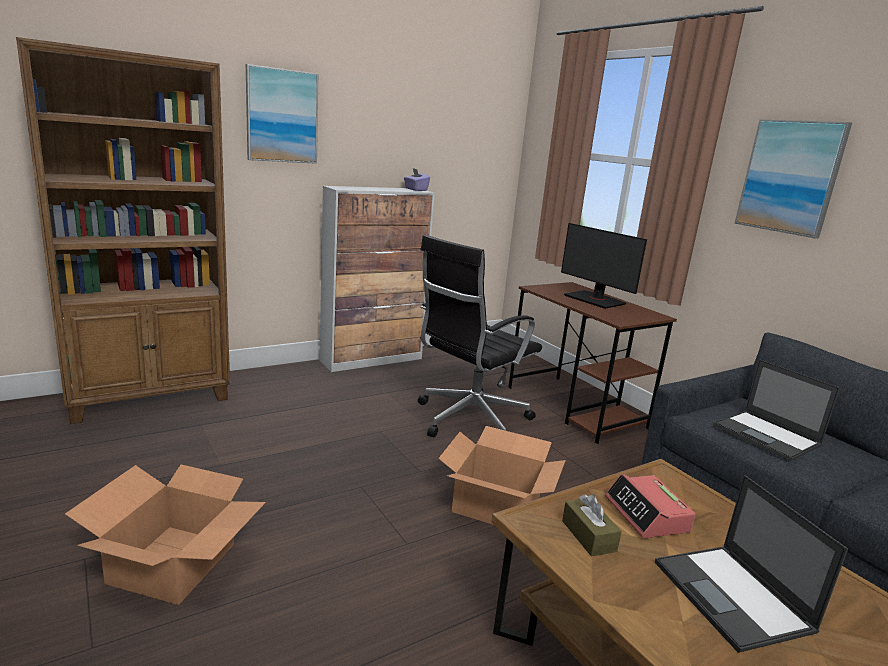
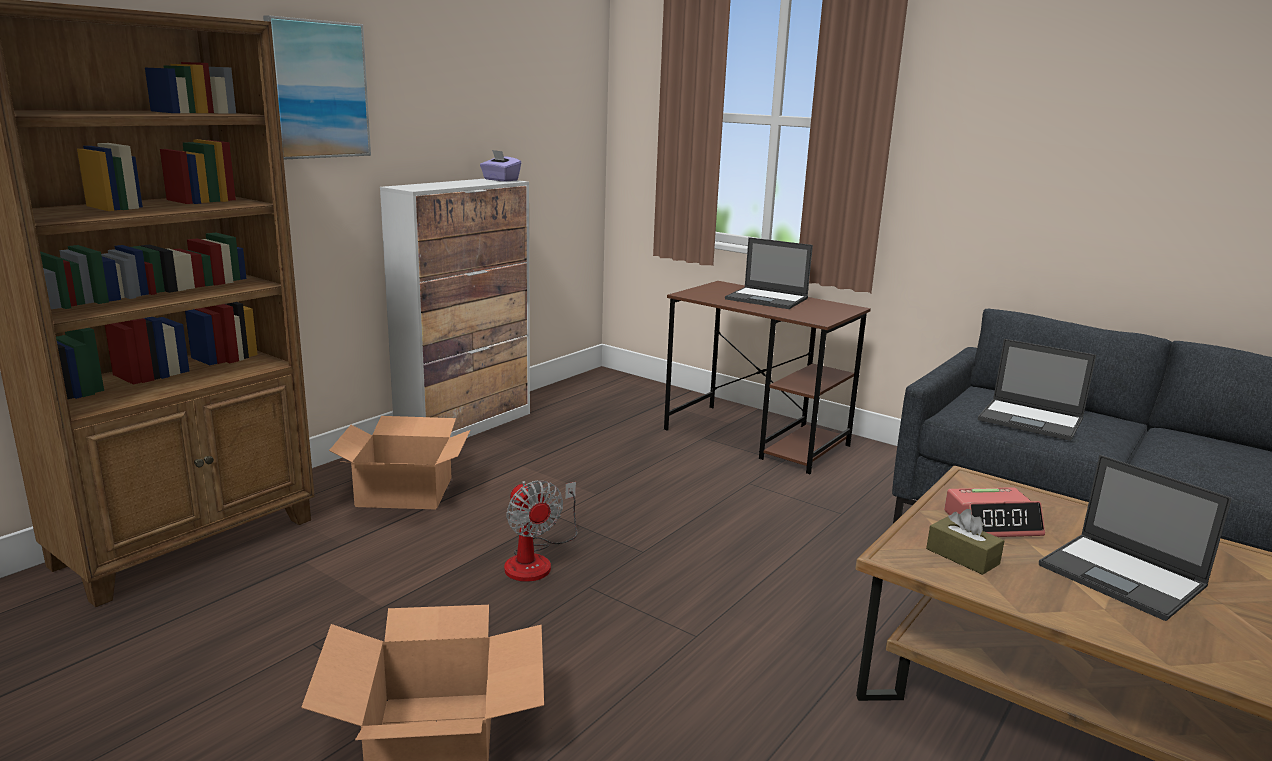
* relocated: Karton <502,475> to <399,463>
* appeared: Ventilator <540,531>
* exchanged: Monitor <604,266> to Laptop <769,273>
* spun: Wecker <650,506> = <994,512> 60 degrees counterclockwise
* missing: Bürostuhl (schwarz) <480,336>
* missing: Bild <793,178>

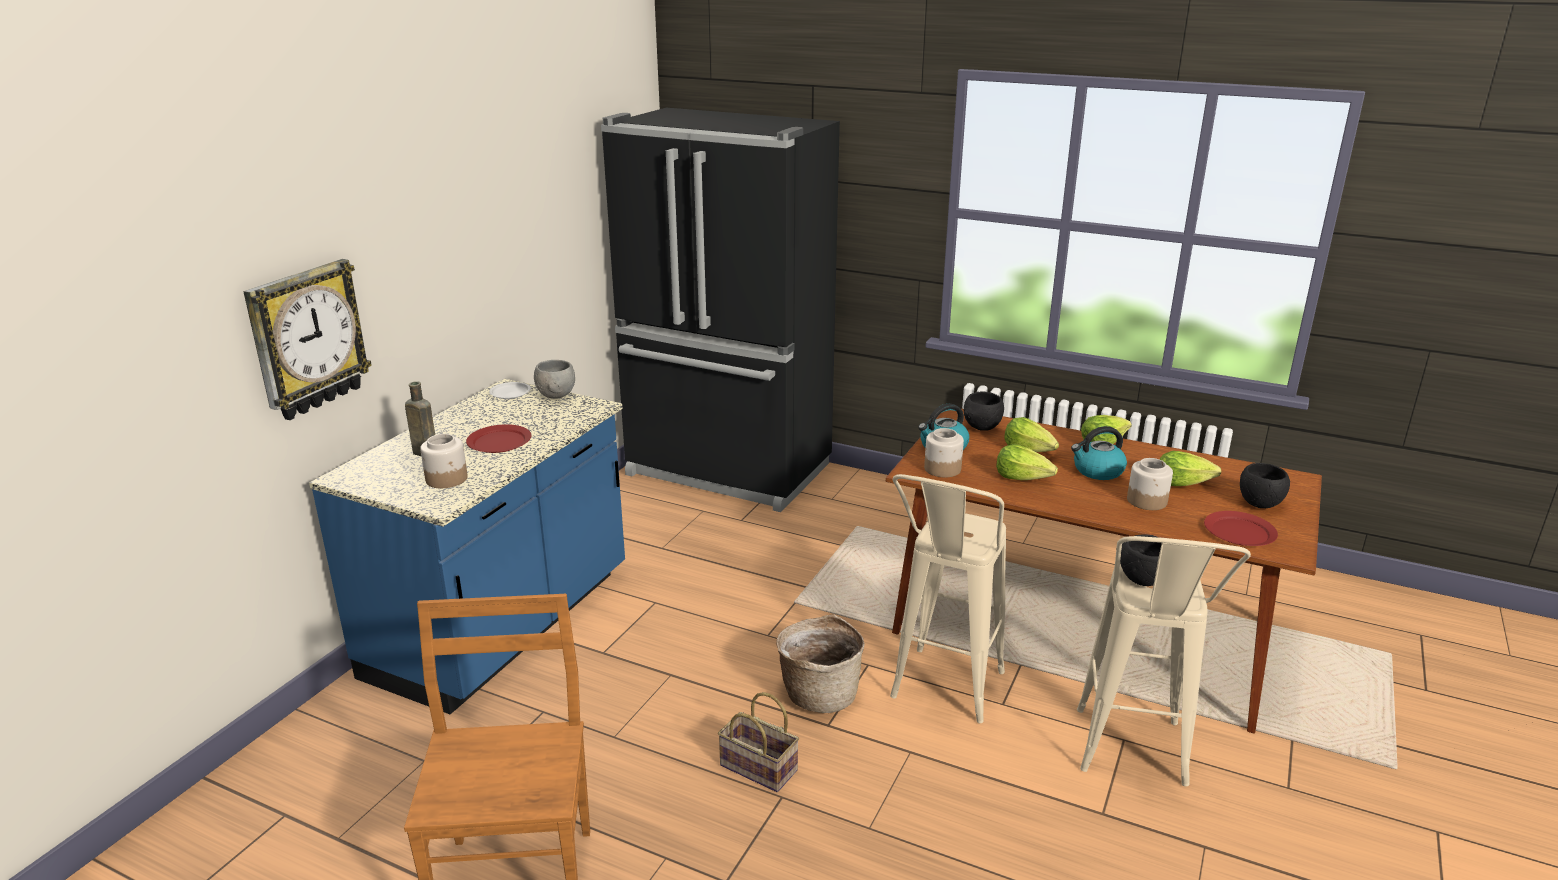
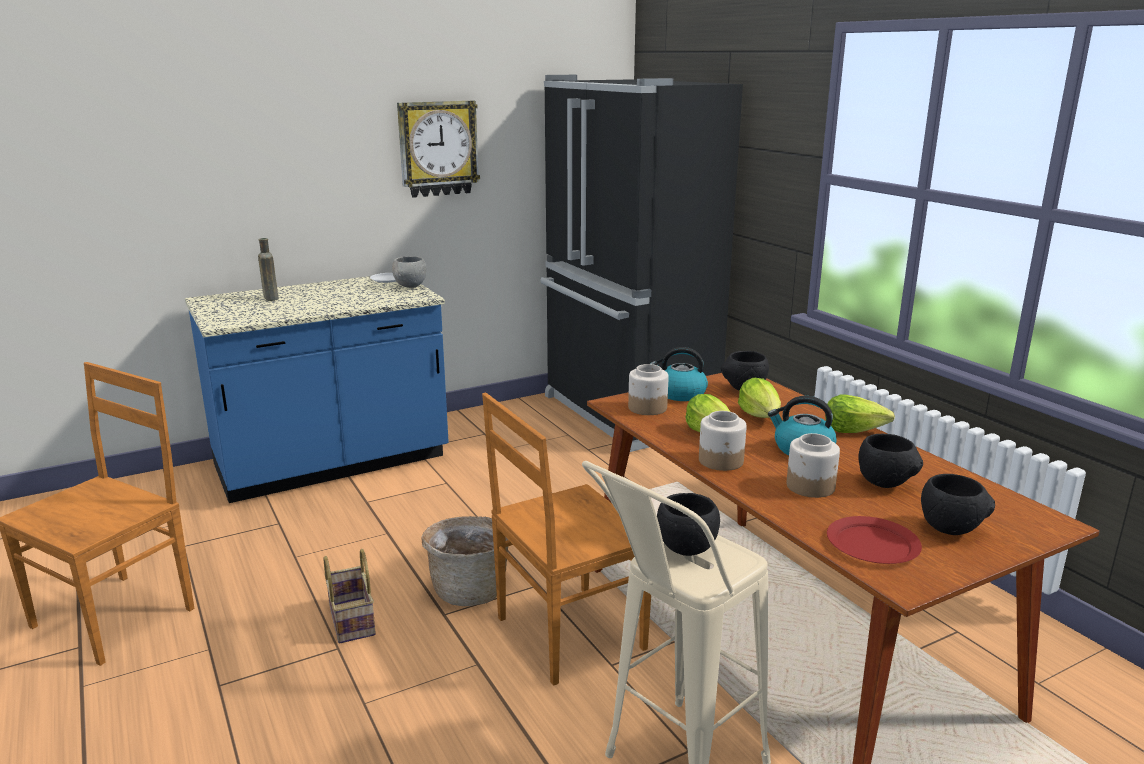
* relocated: Wanduhr <307,339> to <438,149>
* exchanged: Hocker (beige) <948,598> to Stuhl (braun) <566,539>
* relocated: Vorratsglas <444,461> to <723,441>
* exchanged: Salatkopf <1190,468> to Schüssel (schwarz) <890,461>
* missing: Teller (rot) <498,438>

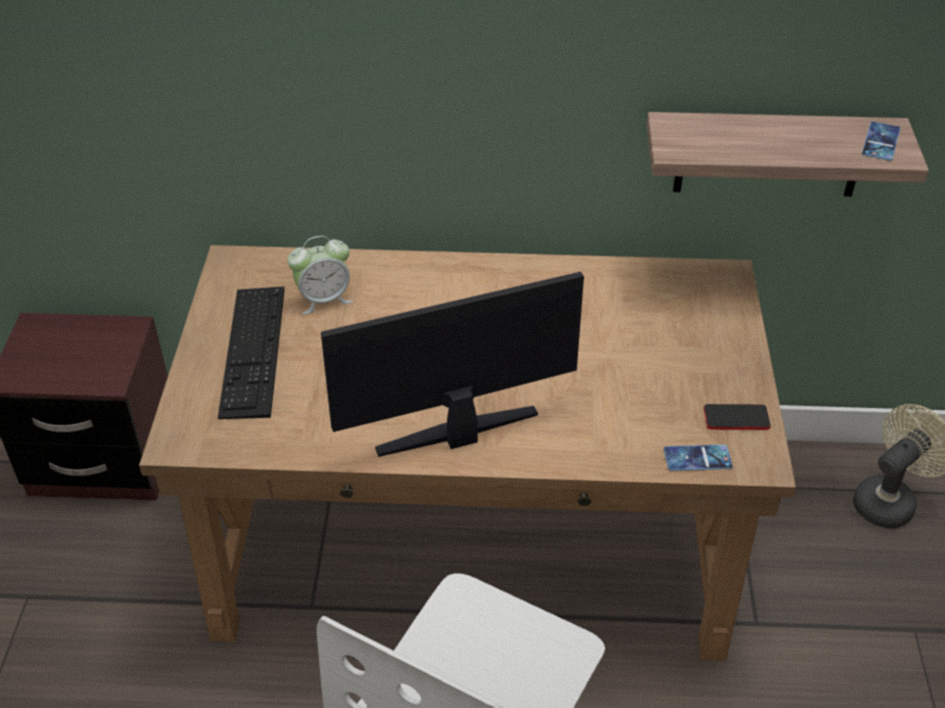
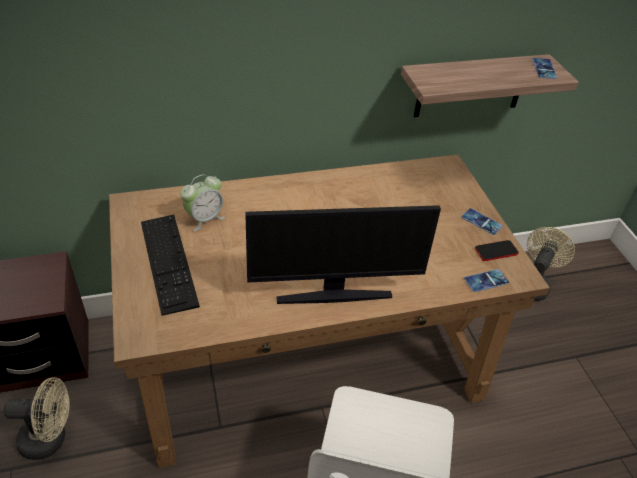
* appeared: Ventilator (beige) <37,418>
* spun: Monitor <452,364> = <343,254> 150 degrees counterclockwise
* appeared: Handy <482,221>

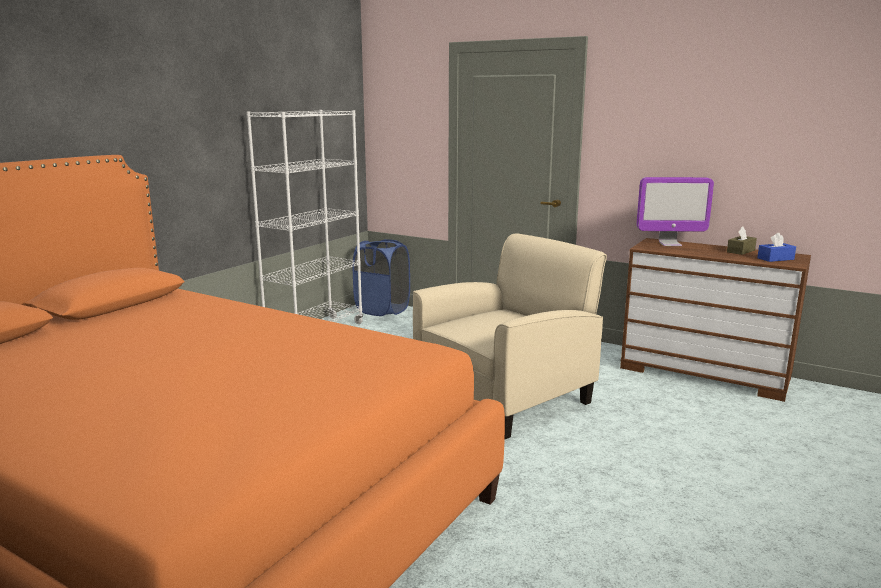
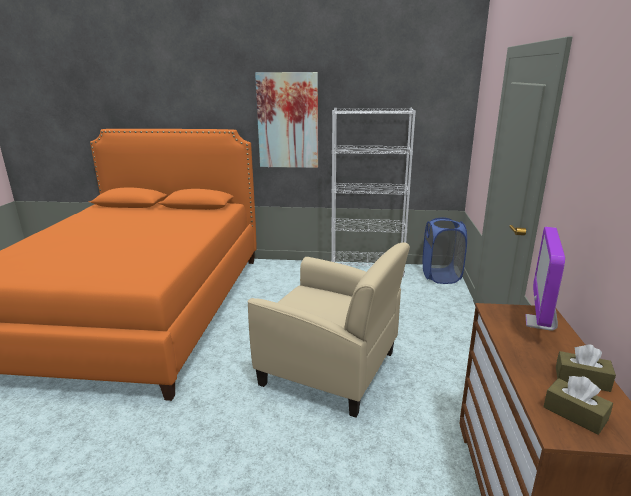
* appeared: Bild <286,120>
* spun: Monitor <675,211> = <545,279> 45 degrees clockwise
* colour: Taschentuchbox (blau) <776,247> to Taschentuchbox (braun) <578,405>

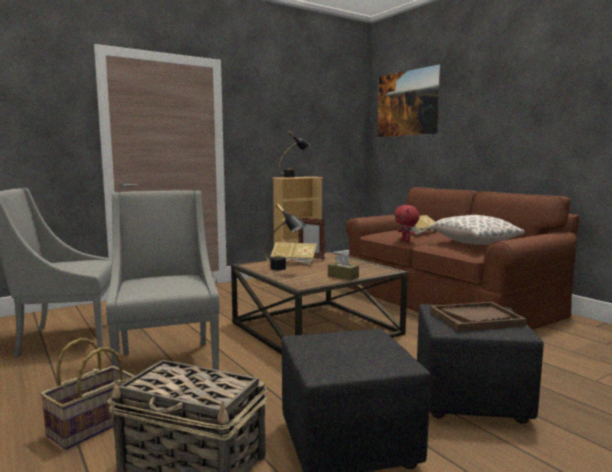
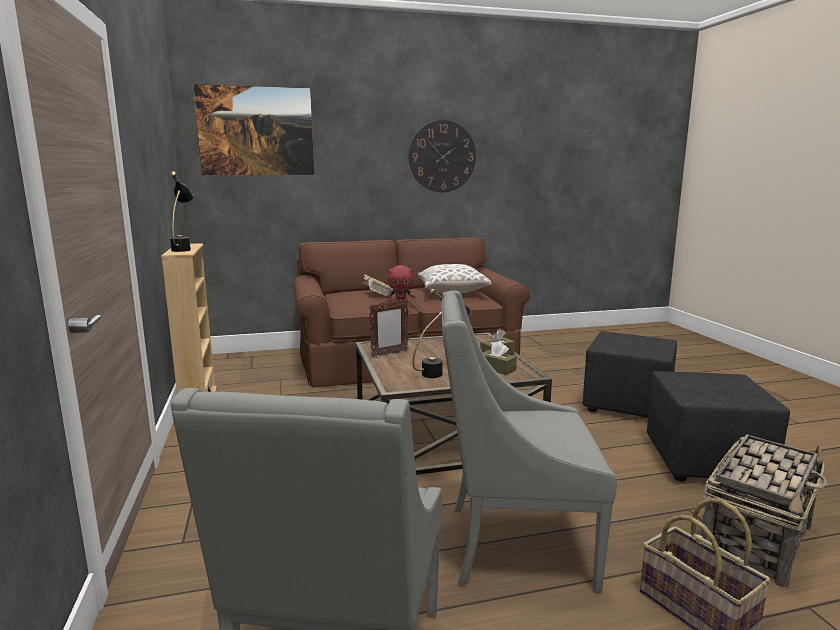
* appeared: Wanduhr <442,156>
* appeared: Taschentuchbox (braun) <500,358>
* missing: Buch <293,253>
* missing: Tablett (braun) <478,317>

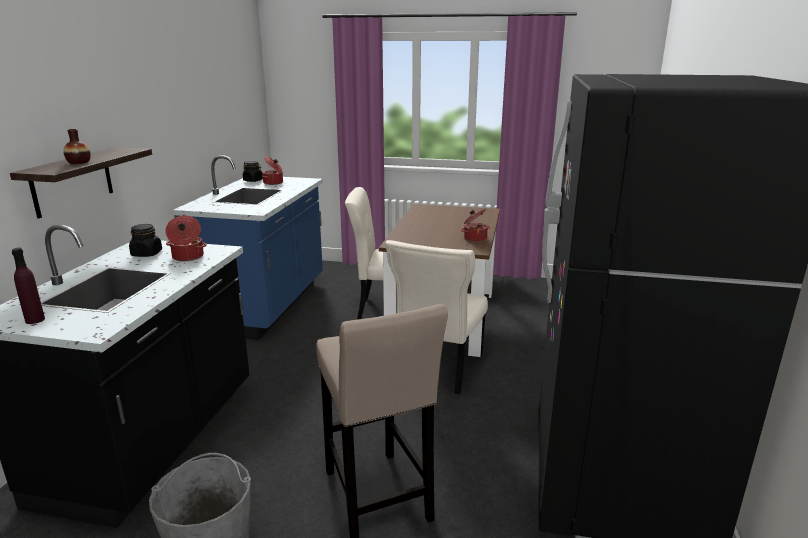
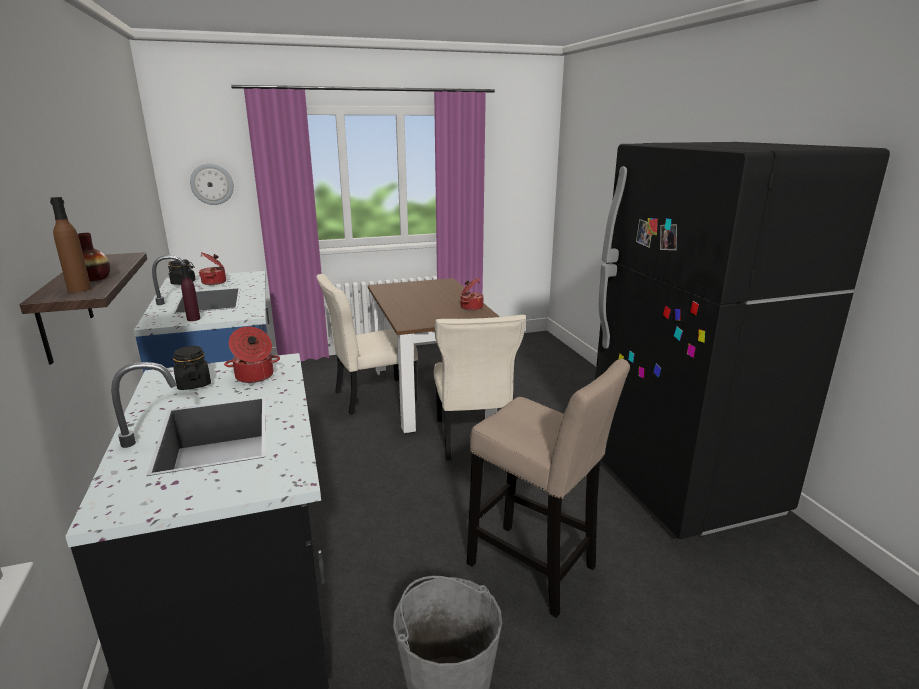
* appeared: Flasche (braun) <70,245>
* relocated: Flasche (lila) <28,286> to <191,292>
* appeared: Wanduhr <212,184>

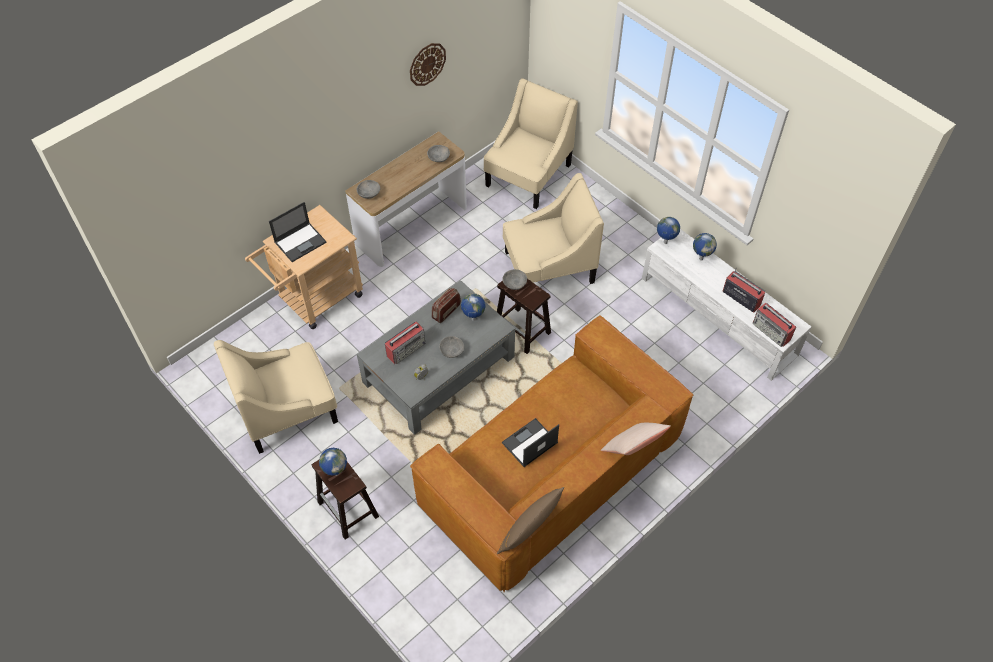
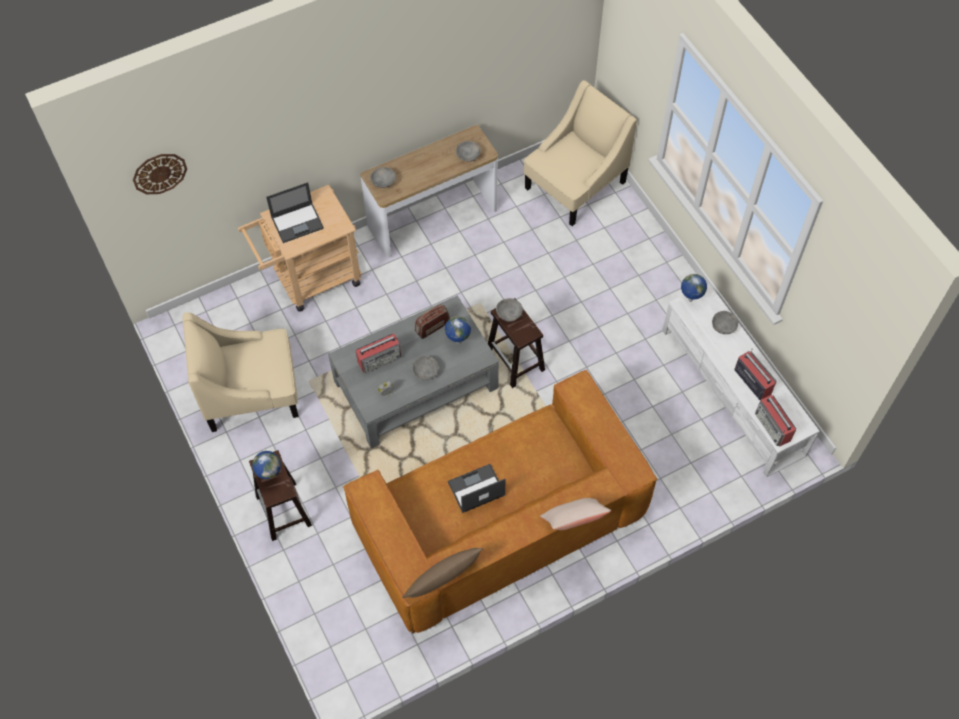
* relocated: Wanduhr <428,64> to <160,174>
* exchanged: Globus <705,246> to Schüssel (grau) <725,322>
* missing: Sessel (beige) <553,228>

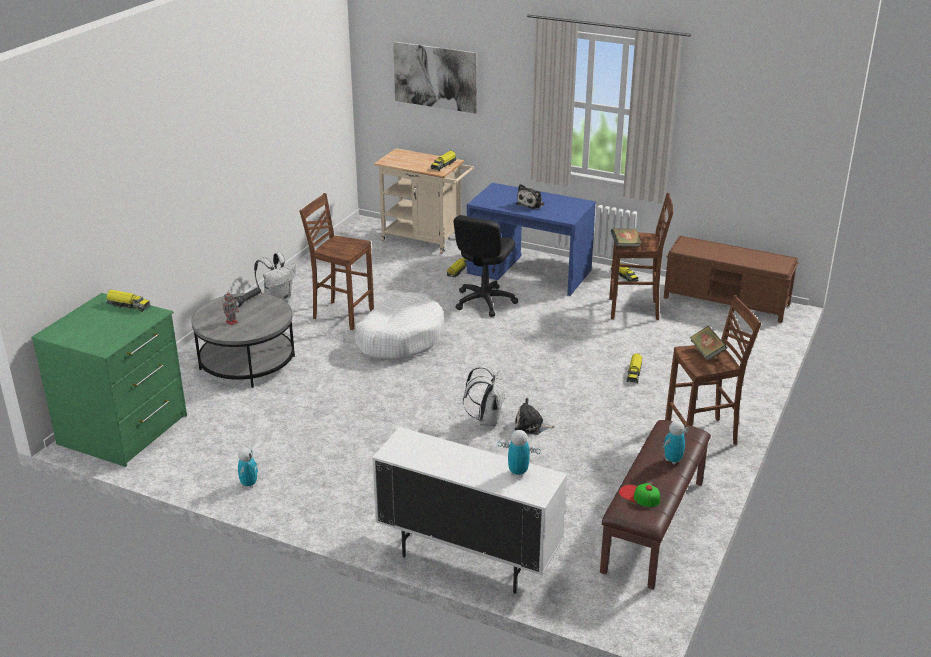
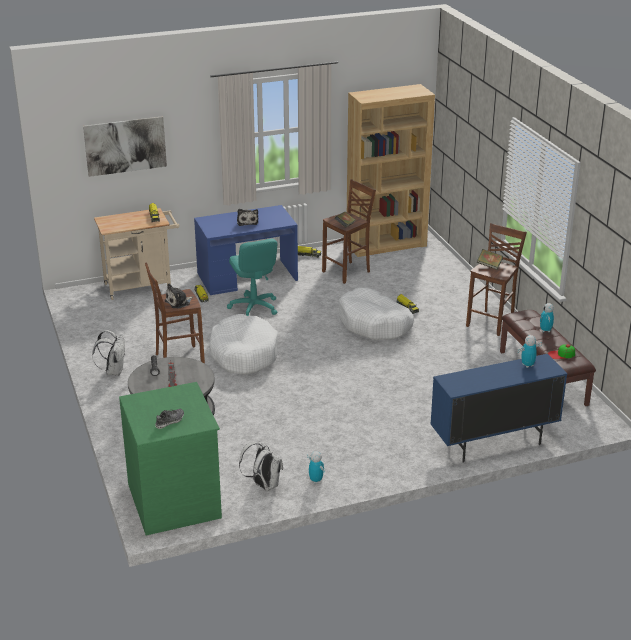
* appeared: Schuh <169,419>
* relocated: Plüschtier <535,416> to <179,296>
* colour: Bürostuhl (schwarz) <486,266> to Bürostuhl (türkis) <252,277>
* relocated: Rucksack (weiß) <484,396> to <261,466>
* appeared: Hundebett (weiß) <376,314>
* exchanged: Bank (braun) <731,279> to Bücherregal (braun) <391,170>
* colour: Schrank (weiß) <469,510> to Schrank (blau) <498,408>
* missing: Spielzeuglaster <128,301>

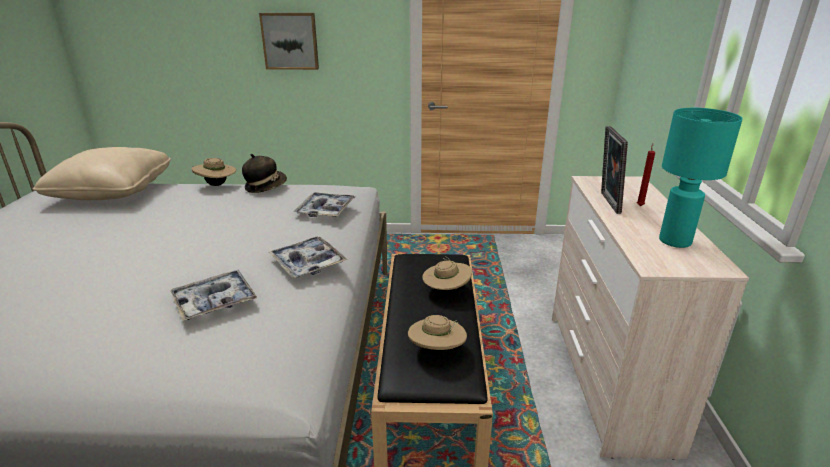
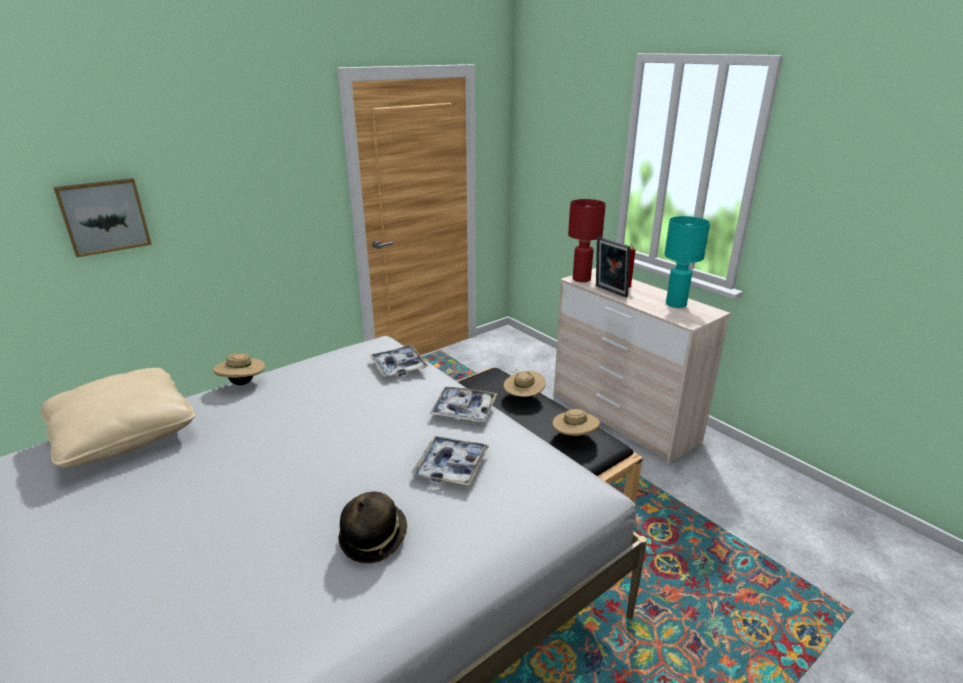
* relocated: Bild <289,41> to <102,217>
* relocated: Hut <264,173> to <373,527>
* appeared: Tischlampe (rot) <587,240>

